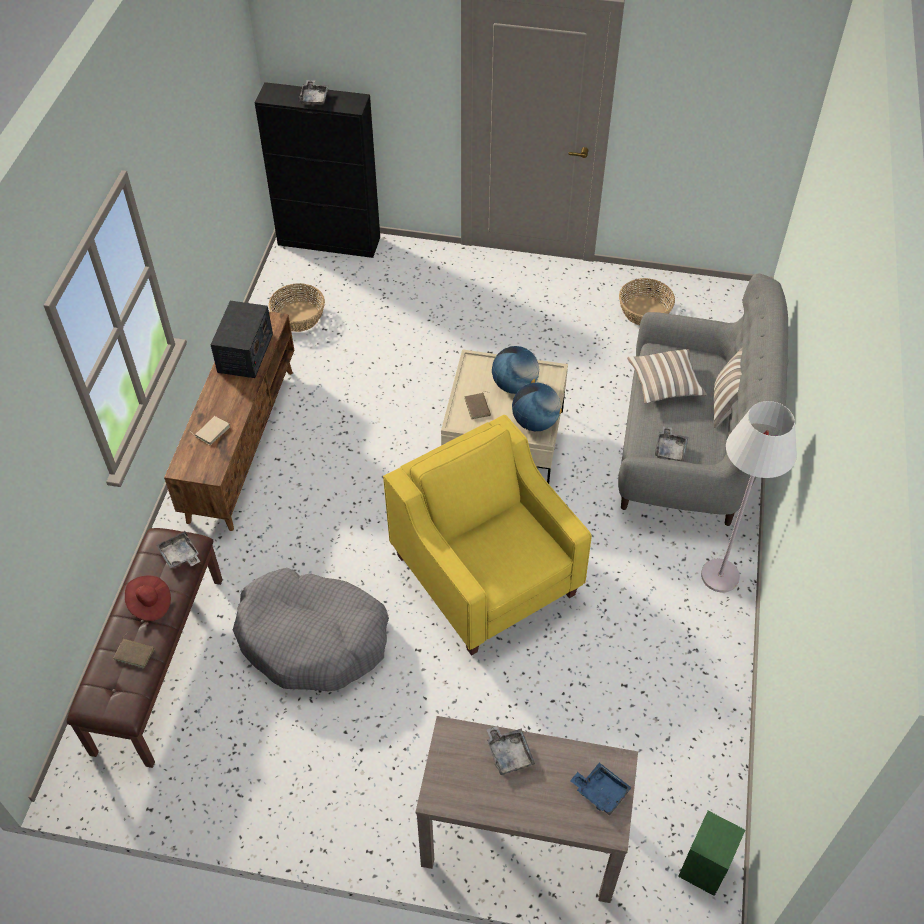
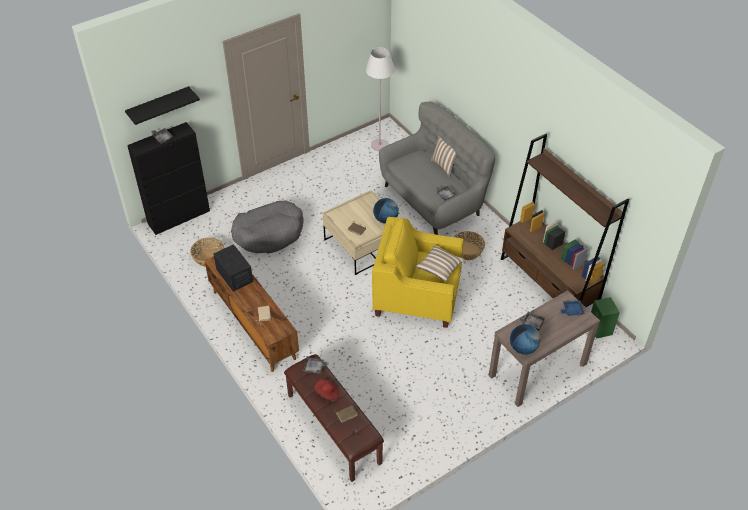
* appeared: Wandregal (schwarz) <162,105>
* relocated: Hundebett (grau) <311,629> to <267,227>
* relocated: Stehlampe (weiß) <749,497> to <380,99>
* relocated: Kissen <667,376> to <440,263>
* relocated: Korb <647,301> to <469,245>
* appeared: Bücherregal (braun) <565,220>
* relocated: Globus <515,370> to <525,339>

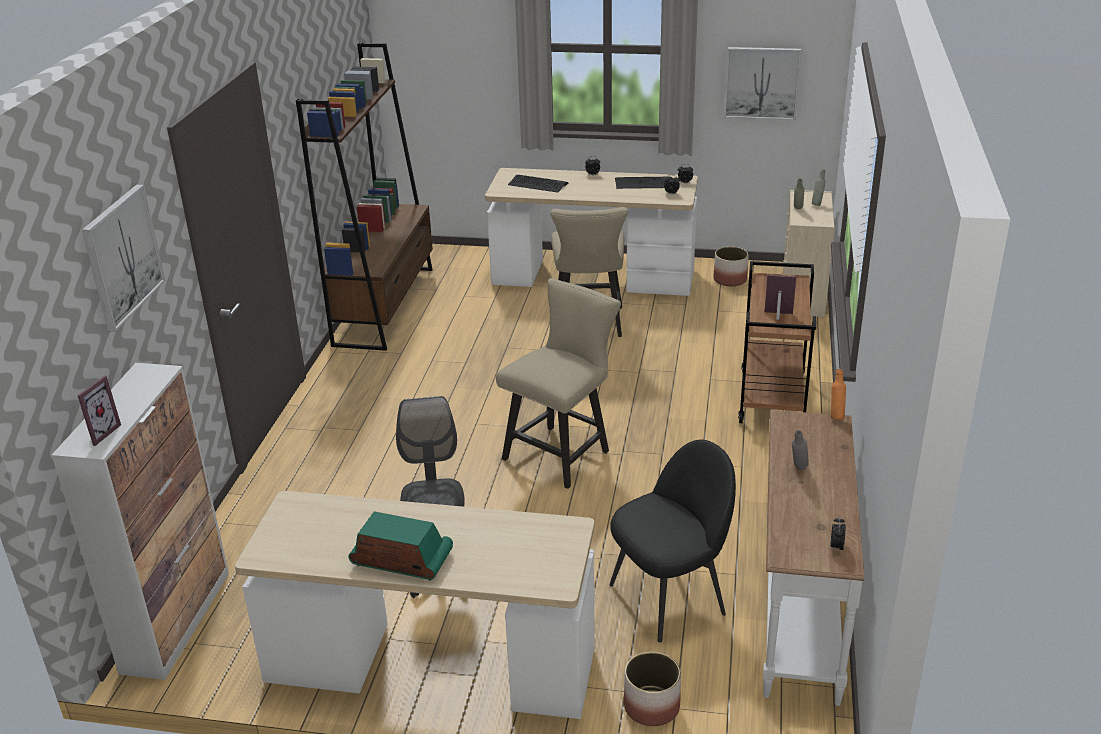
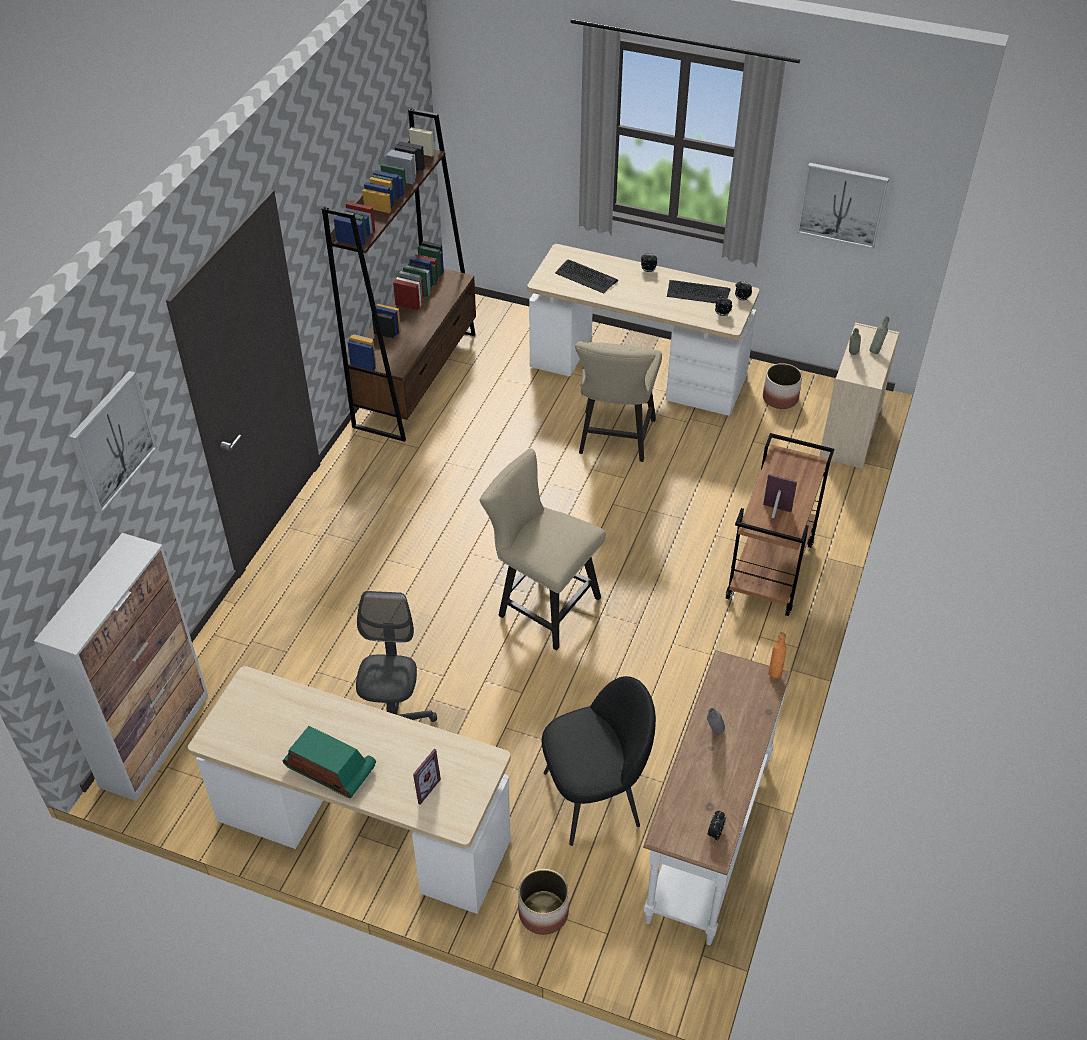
* relocated: Bilderrahmen <99,410> to <427,776>
* spun: Stuhl (beige) <558,383> = <543,549> 105 degrees counterclockwise

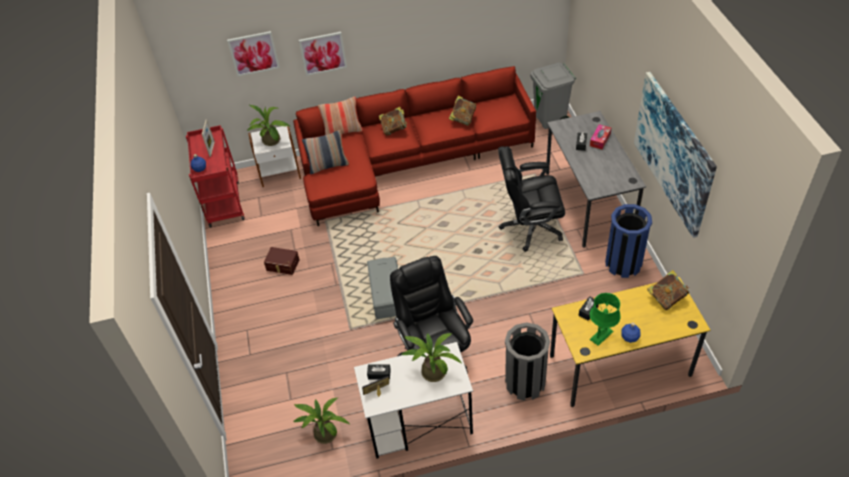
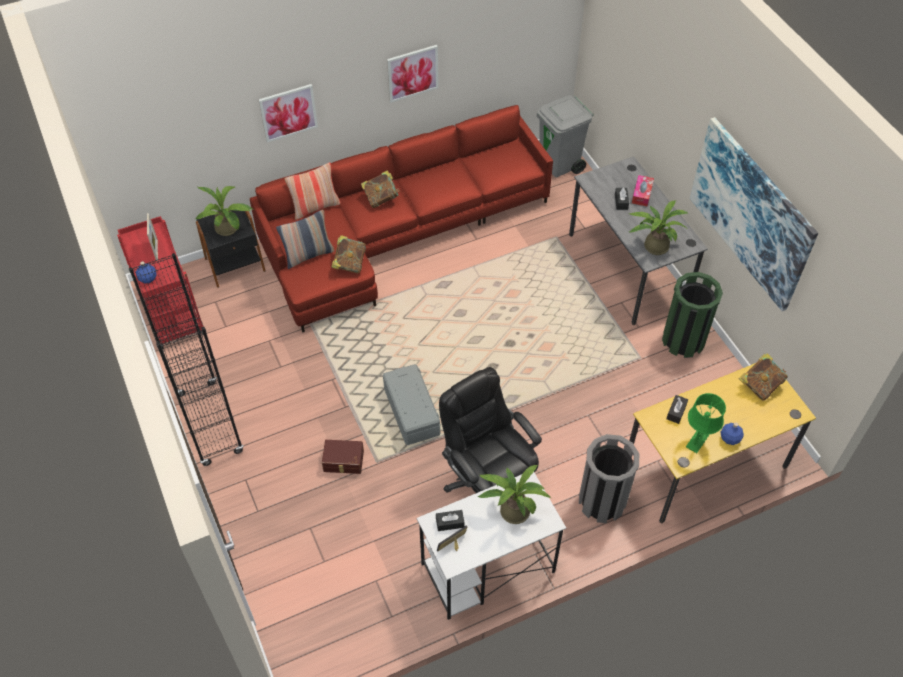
* appeared: Bücherregal (schwarz) <186,359>
* colour: Beistelltisch (weiß) <275,156> to Beistelltisch (schwarz) <231,249>
* relocated: Aufbewahrungsbox (braun) <282,261> to <343,457>
* relocated: Buch <462,111> to <348,254>
* relocated: Bild <253,53> to <412,74>
* relocated: Topfpflanze <321,421> to <659,227>
* colour: Mülleimer (blau) <628,241> to Mülleimer (grün) <692,315>
* missing: Bürostuhl (schwarz) <531,199>

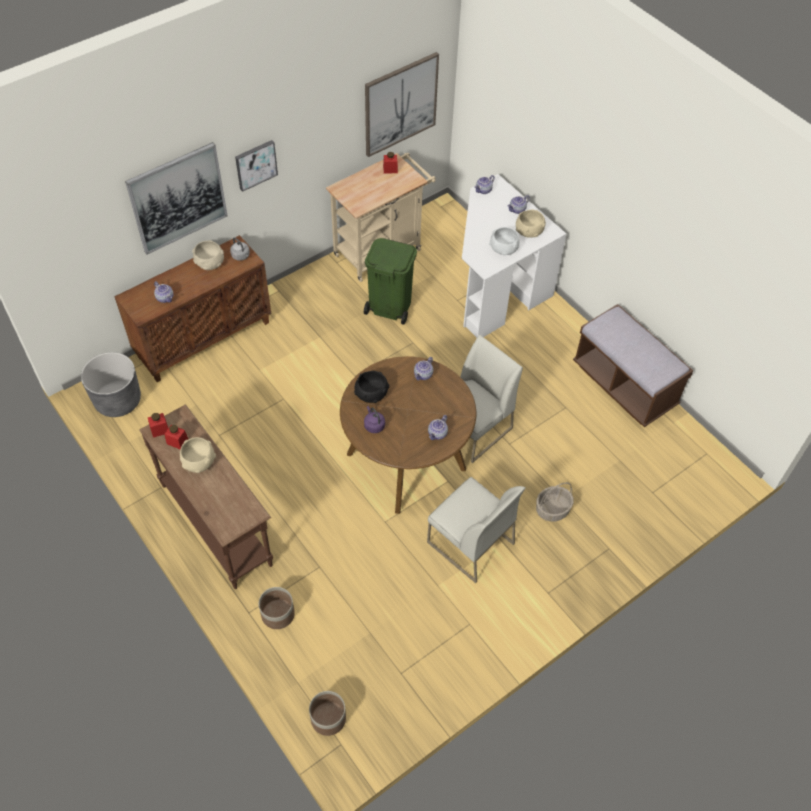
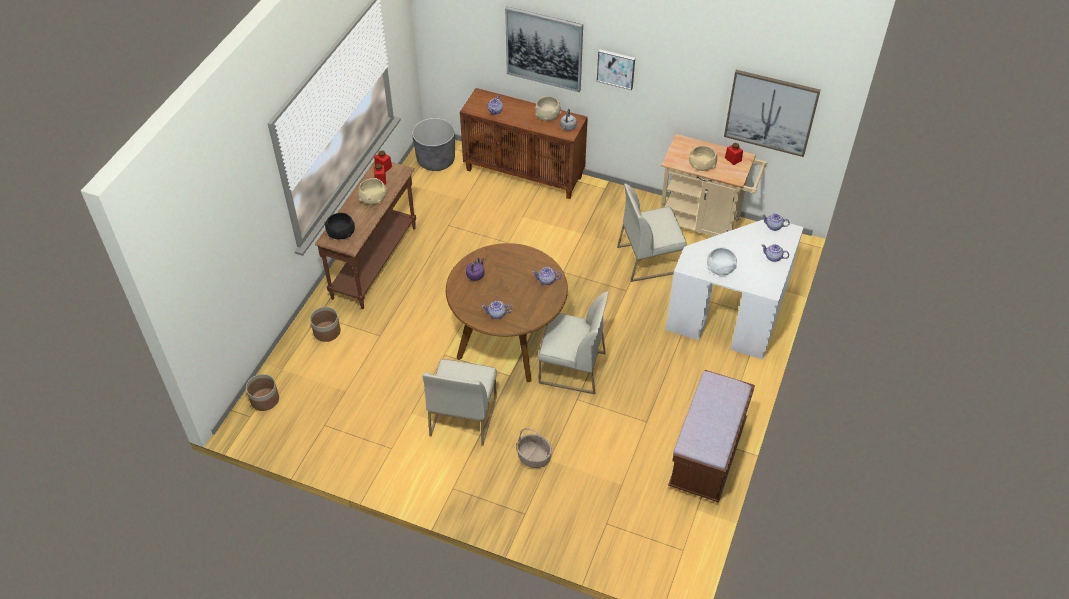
* relocated: Schüssel (schwarz) <371,387> to <339,226>
* exchanged: Mülleimer (grün) <390,281> to Stuhl (weiß) <652,233>
* relocated: Schüssel (beige) <531,223> to <703,158>

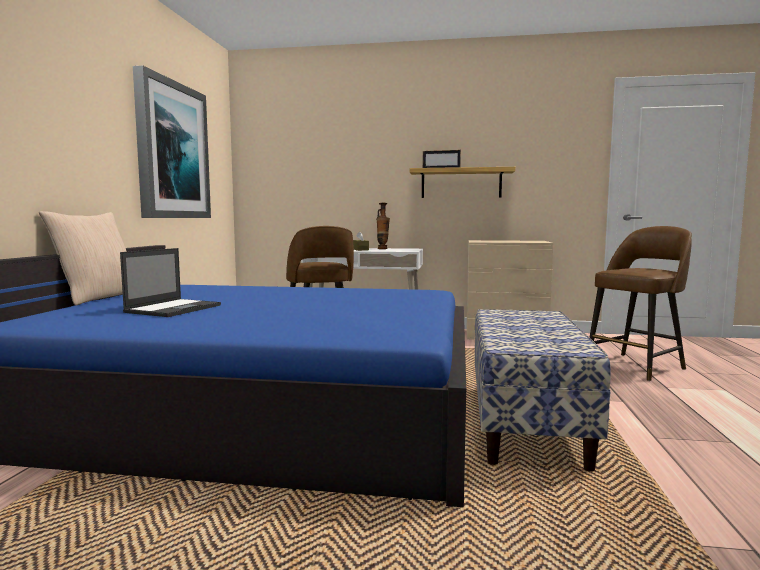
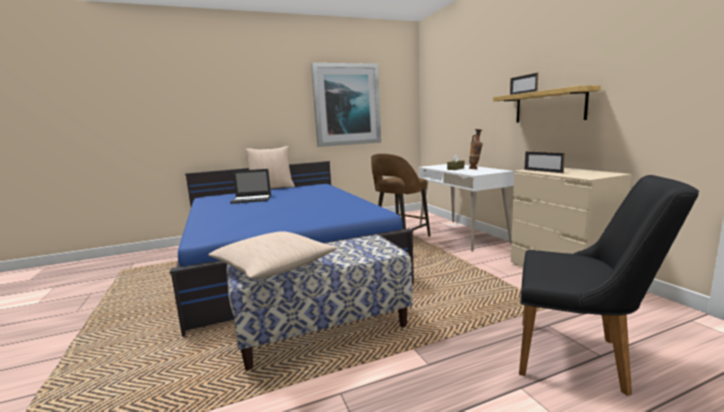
* appeared: Kissen (beige) <272,255>
* exchanged: Hocker (braun) <641,303> to Stuhl (schwarz) <609,285>
* appeared: Bilderrahmen <544,162>

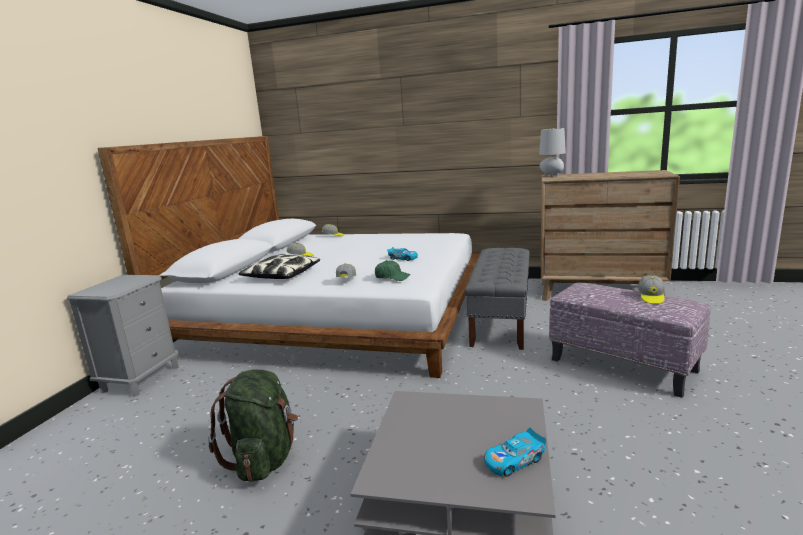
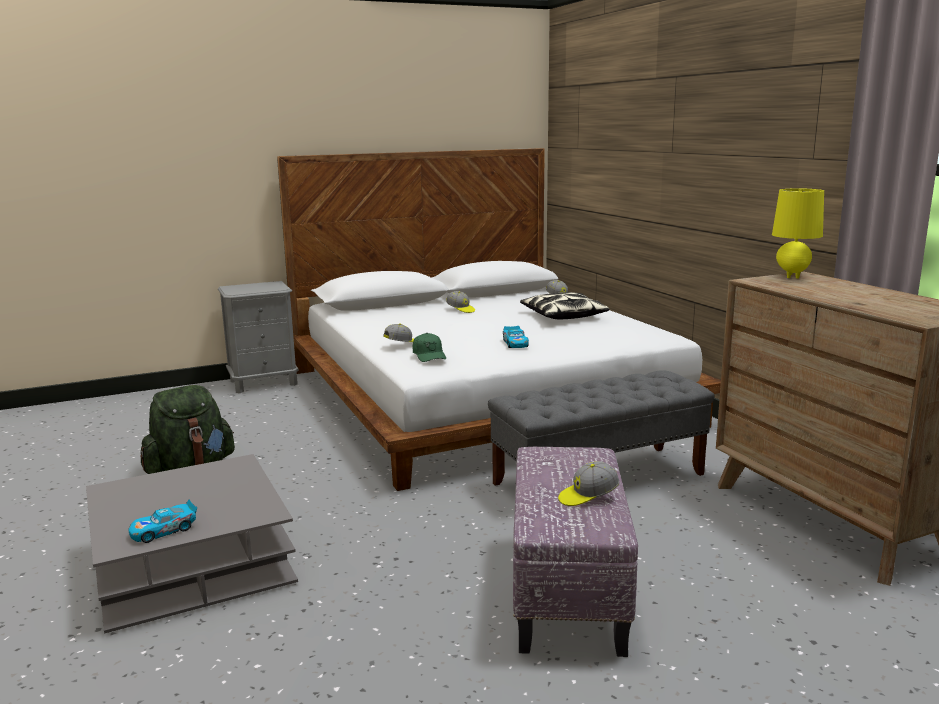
* spun: Spielzeugauto <515,452> = <162,521> 60 degrees counterclockwise
* relocated: Kissen <279,266> to <564,305>
* colour: Tischlampe (grau) <552,152> to Tischlampe (gelb) <798,233>

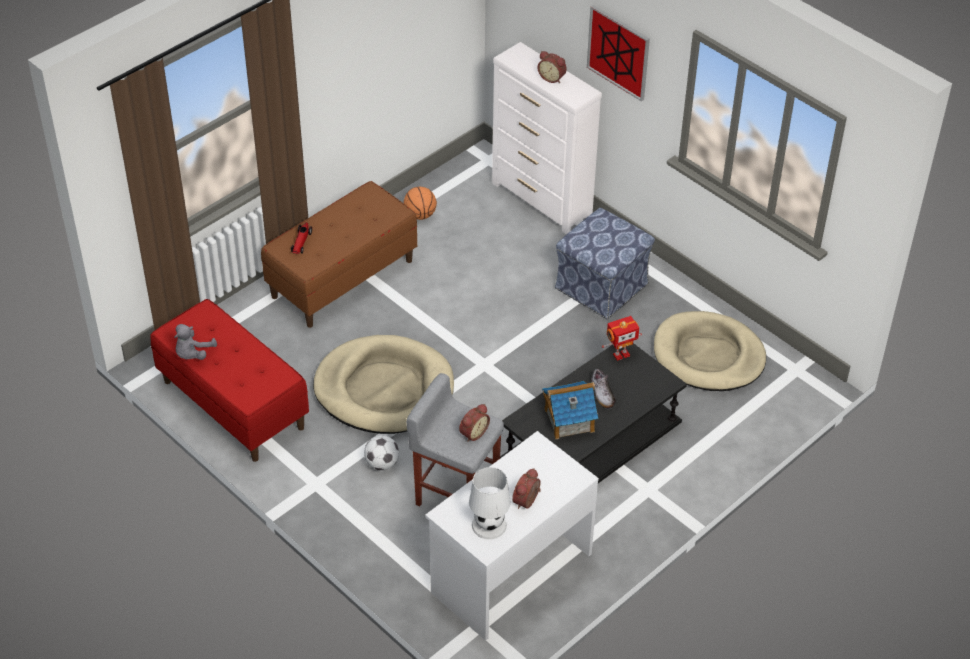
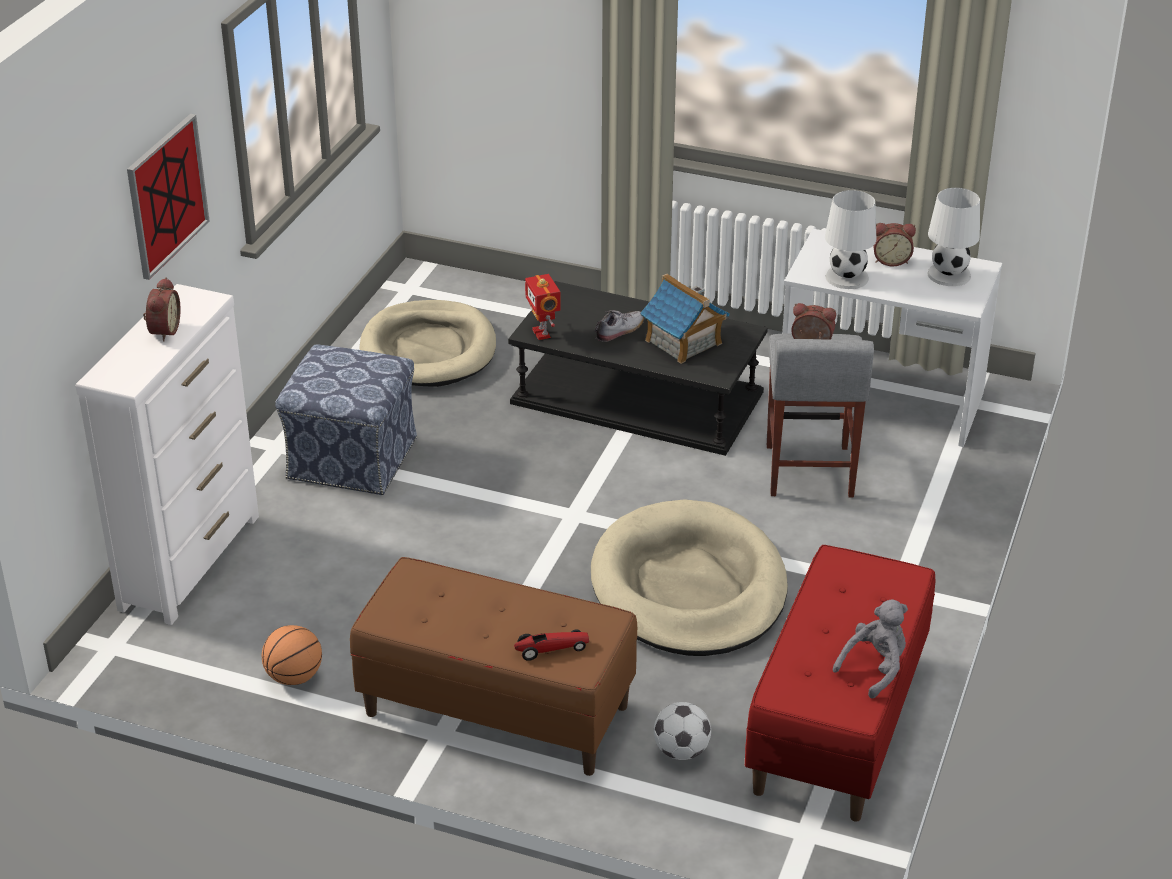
* spun: Spielzeugroboter <622,338> = <543,307> 150 degrees counterclockwise
* relocated: Fußball <381,452> to <682,731>
* appeared: Tischlampe (weiß) <850,239>
* spun: Plüschtier (grau) <195,342> = <870,648> 45 degrees counterclockwise

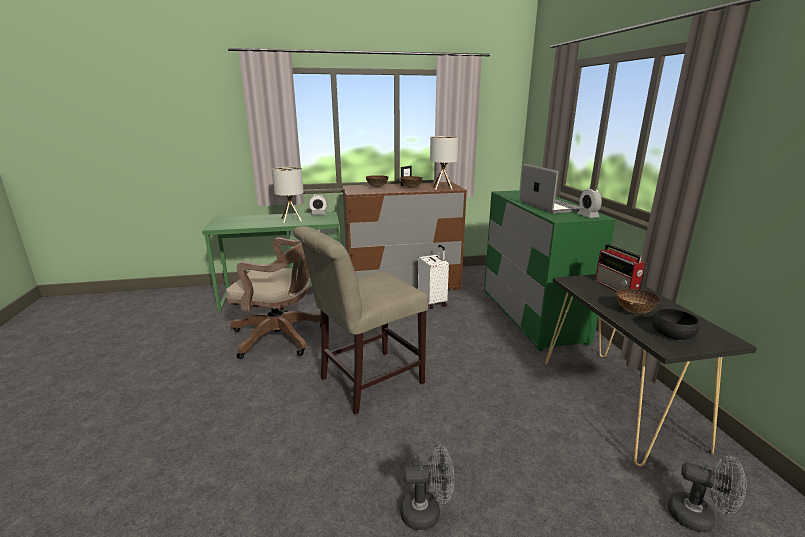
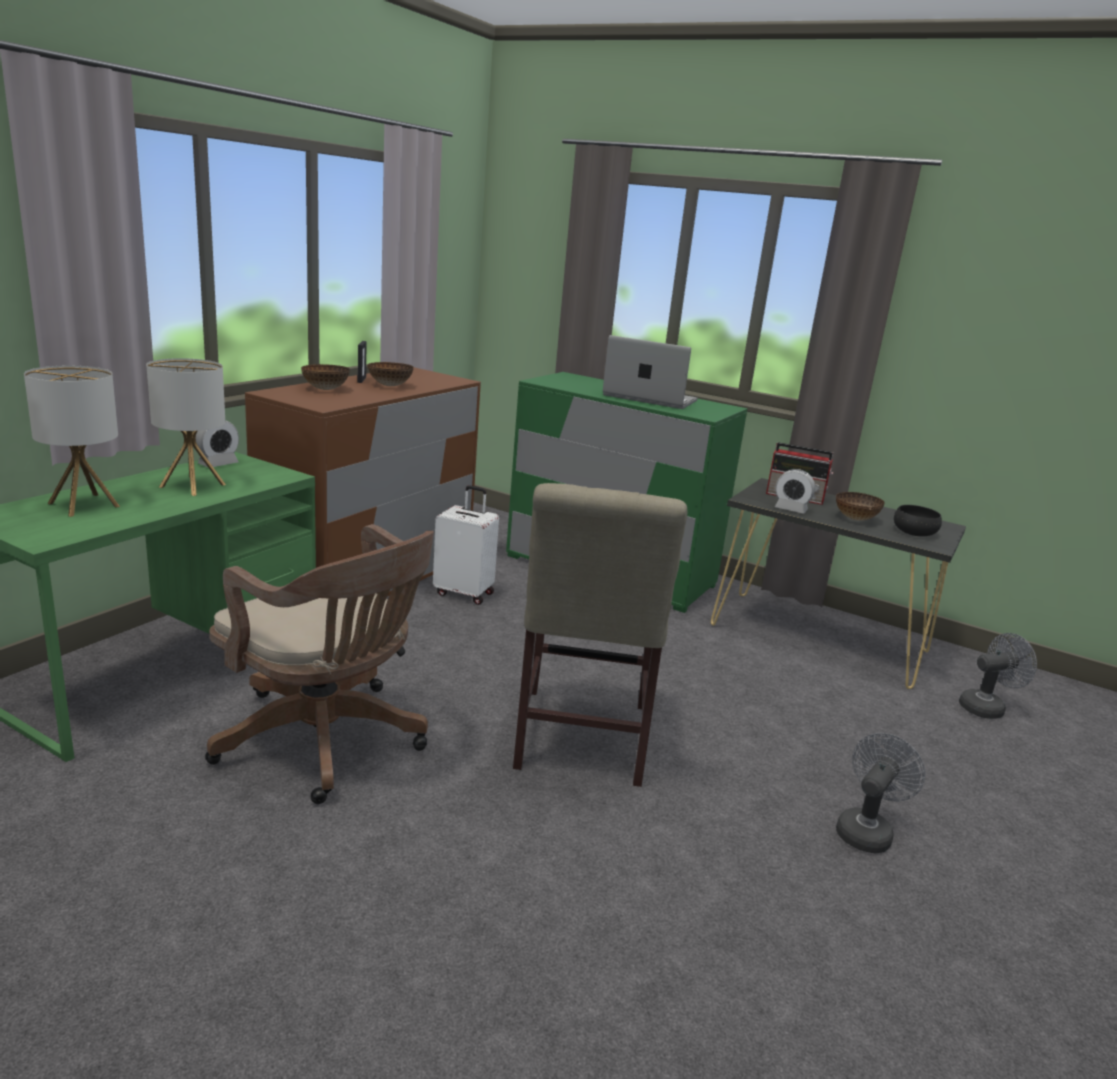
* relocated: Tischlampe <444,163> to <72,441>
* spun: Bürostuhl (braun) <273,294> = <319,664> 75 degrees clockwise
* relocated: Wecker <589,203> to <795,491>

